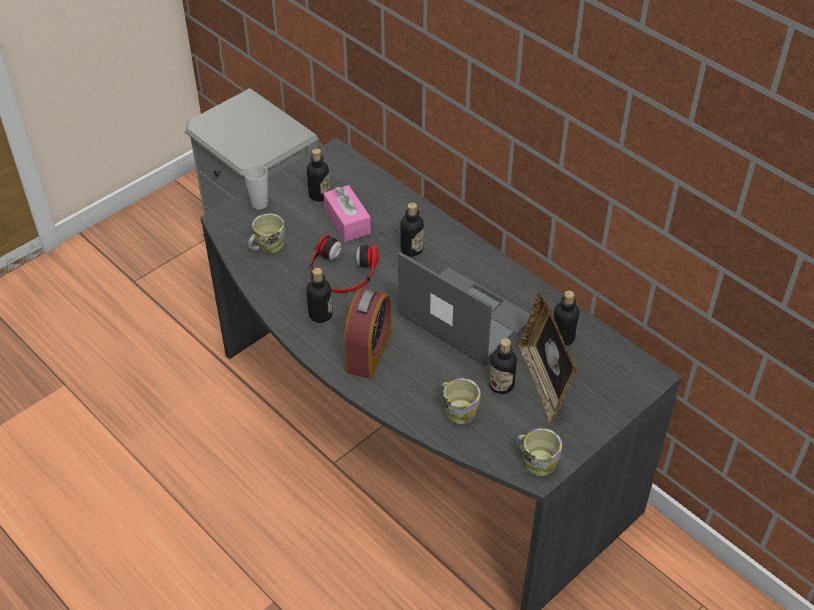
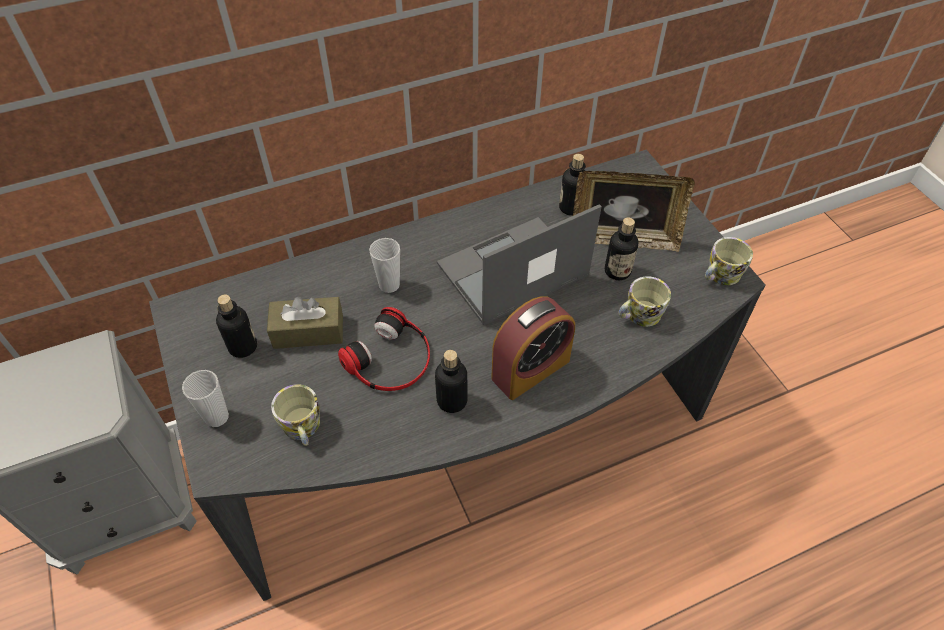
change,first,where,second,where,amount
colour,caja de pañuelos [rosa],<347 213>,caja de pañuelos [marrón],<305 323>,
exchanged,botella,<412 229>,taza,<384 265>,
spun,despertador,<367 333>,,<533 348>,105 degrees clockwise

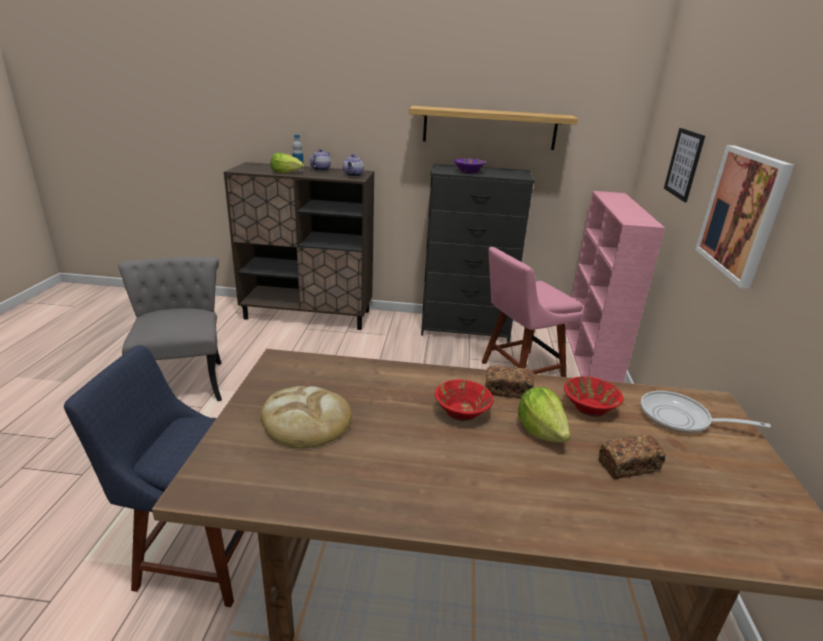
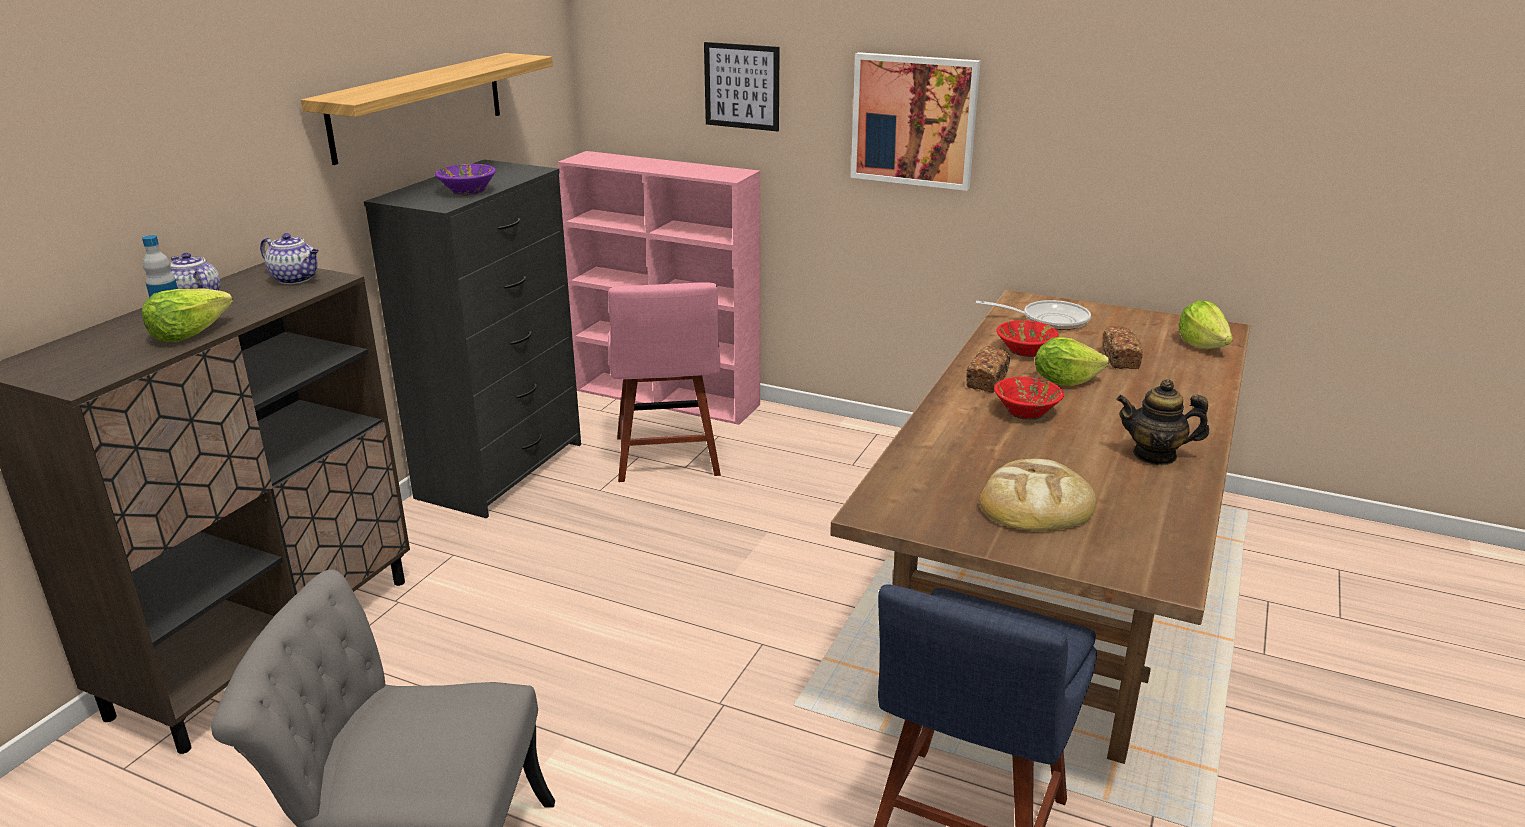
change,first,where,second,where,amount
spun,sartén,<706 412>,,<1033 315>,120 degrees counterclockwise
appeared,,,tetera,<1162 422>,
appeared,,,lechuga,<1206 324>,

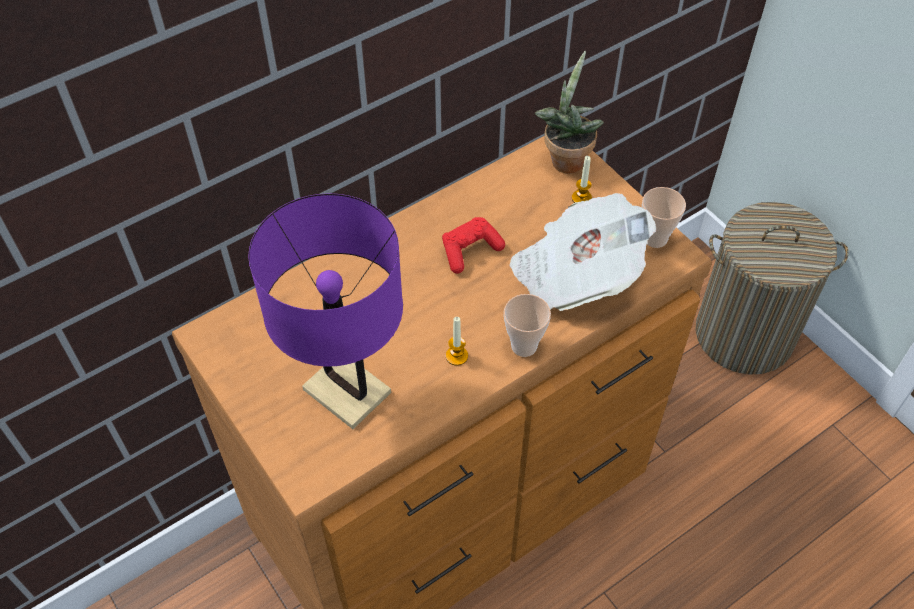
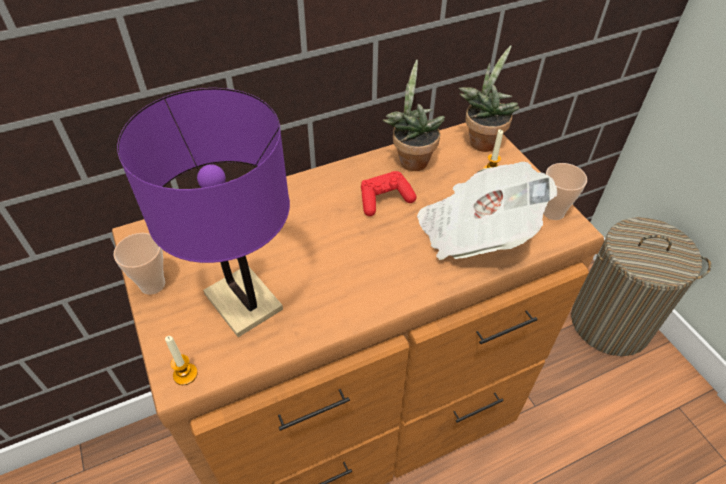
change,first,where,second,where,amount
relocated,taza,<527 325>,,<139 264>,
relocated,vela,<457 341>,,<181 360>,
appeared,,,planta en maceta,<414 115>,

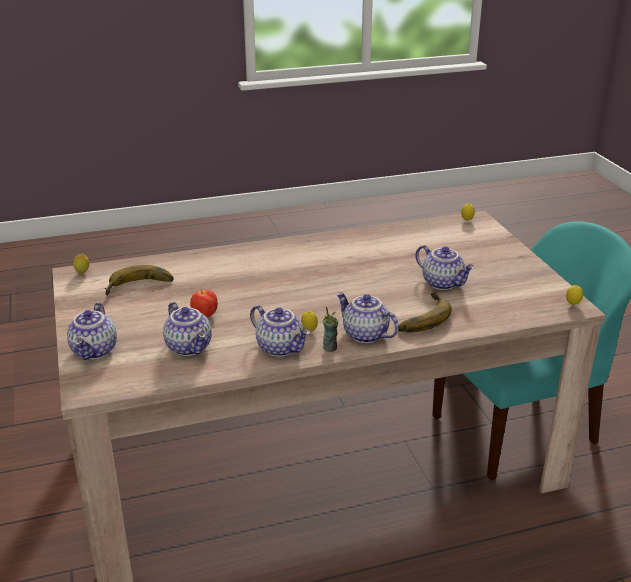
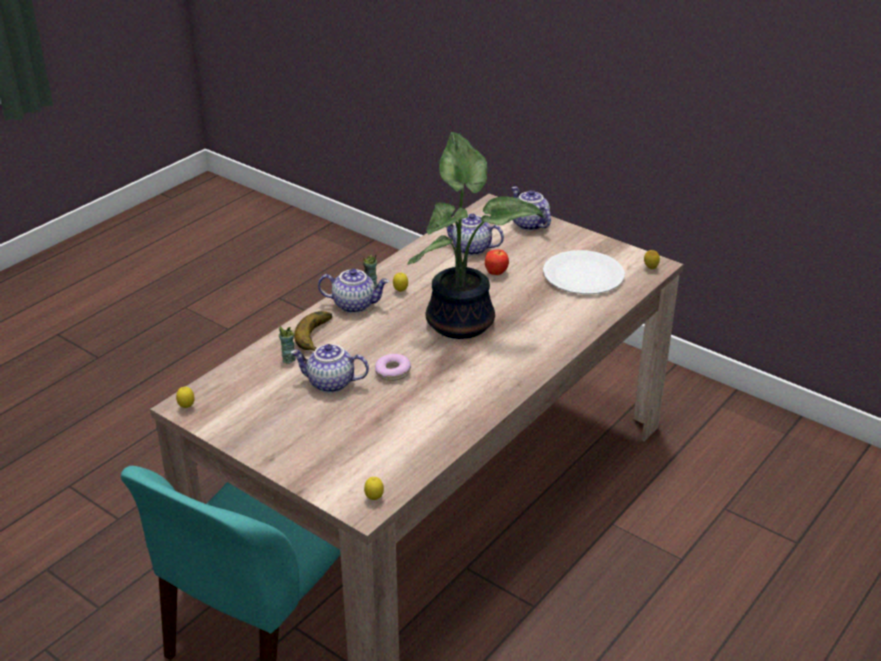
change,first,where,second,where,amount
appeared,,,taza,<287 345>,
appeared,,,rosquilla,<393 367>,
appeared,,,planta en maceta,<475 235>,
exchanged,plátano,<139 280>,plato [blanco],<584 272>,
missing,tetera,<280 331>,,,

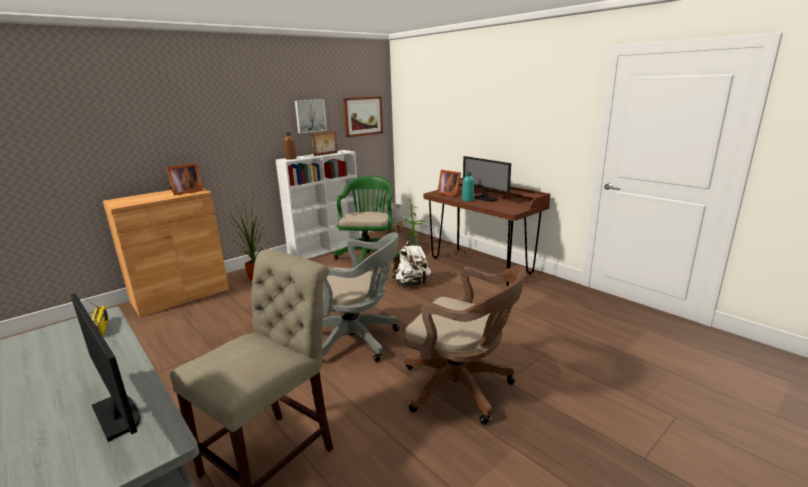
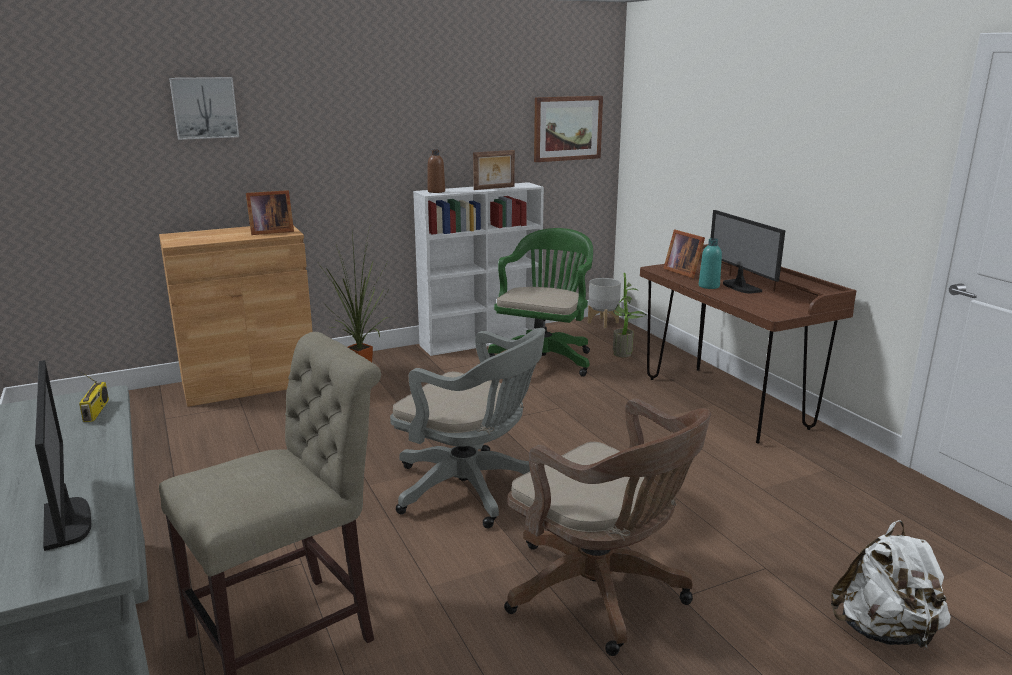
change,first,where,second,where,amount
relocated,cuadro,<311 116>,,<204 108>,
relocated,mochila [blanco],<411 263>,,<891 585>,

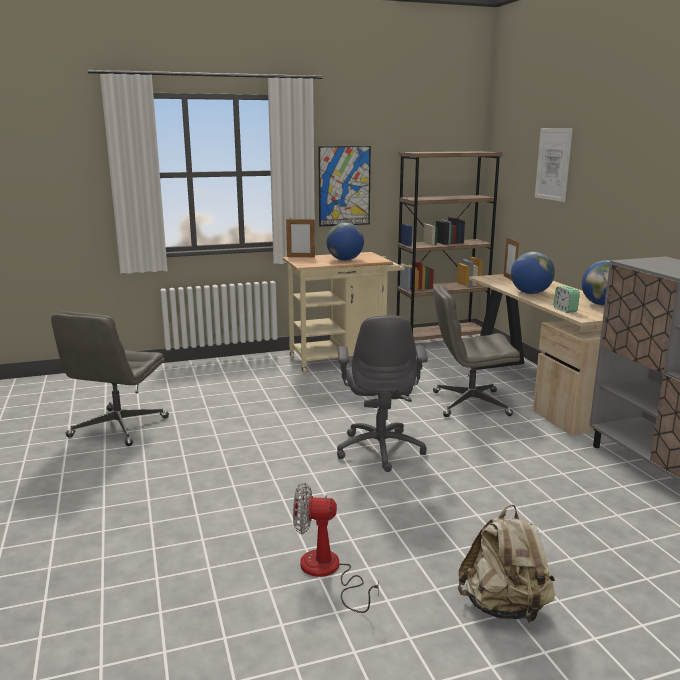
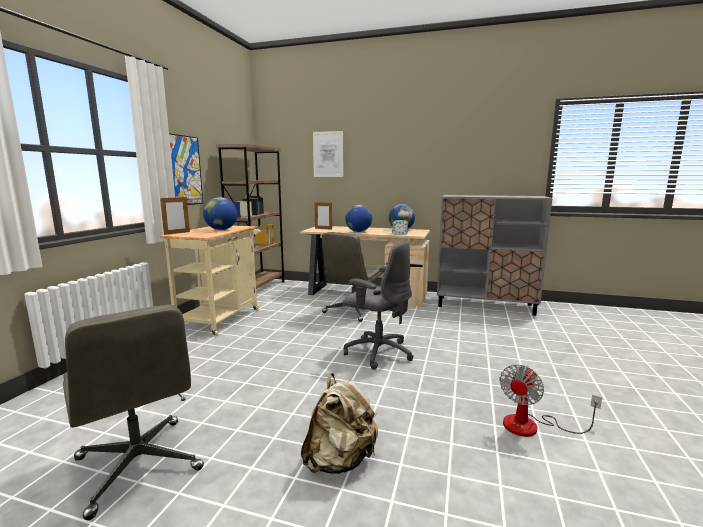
change,first,where,second,where,amount
relocated,mochila [beis],<506 563>,,<339 423>,

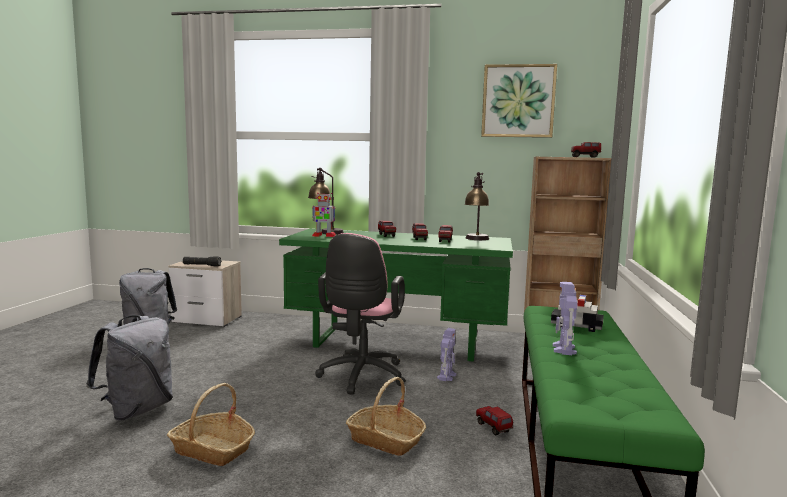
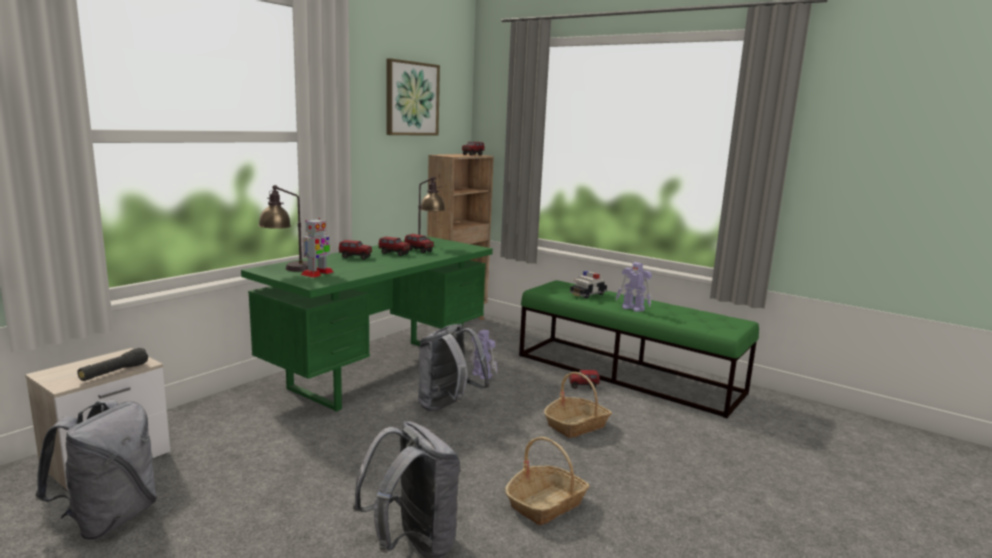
change,first,where,second,where,amount
exchanged,silla de oficina [rosa],<360 314>,mochila [gris],<454 367>,

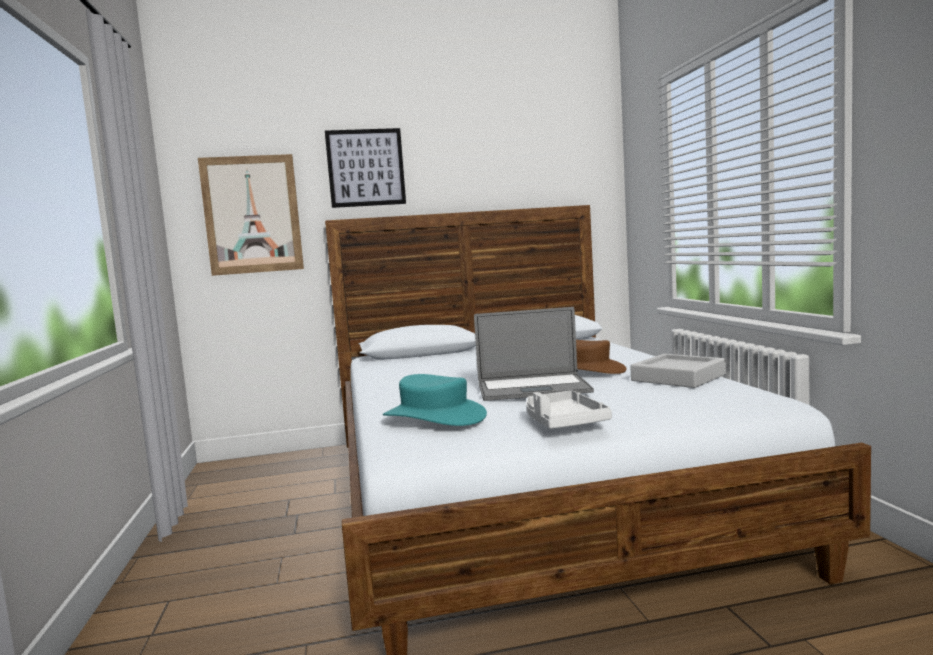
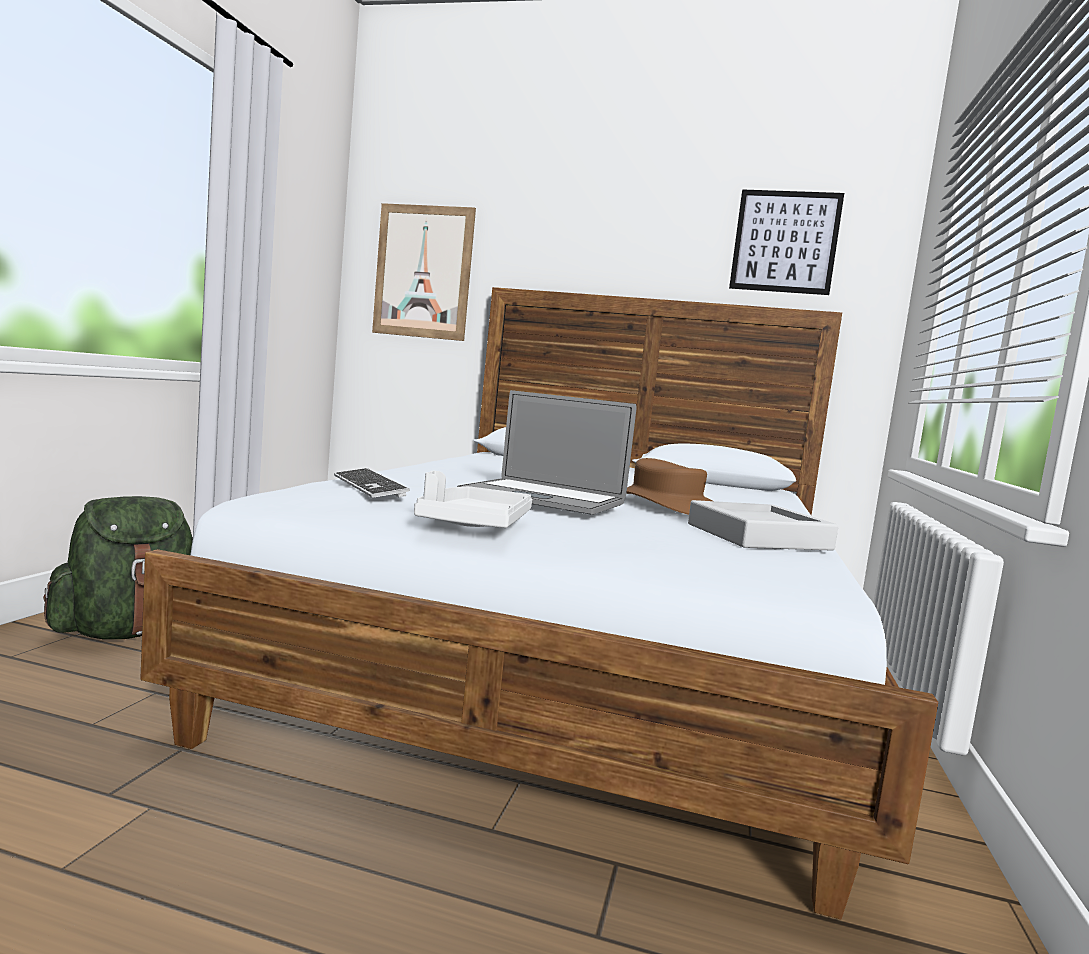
change,first,where,second,where,amount
appeared,,,mochila [verde],<118 567>,
exchanged,sombrero [turquesa],<435 400>,teclado,<372 483>,
relocated,cuadro,<365 168>,,<786 242>,

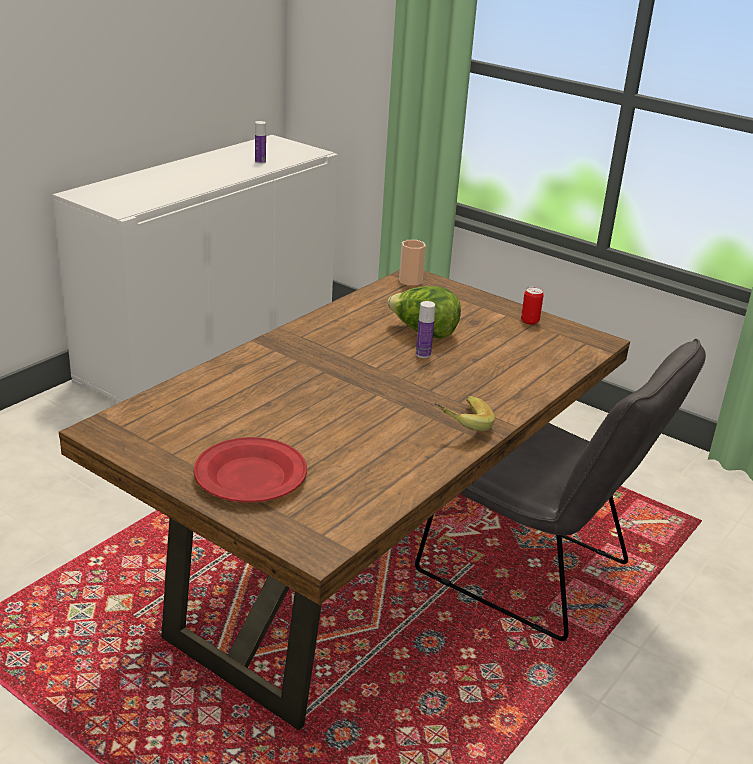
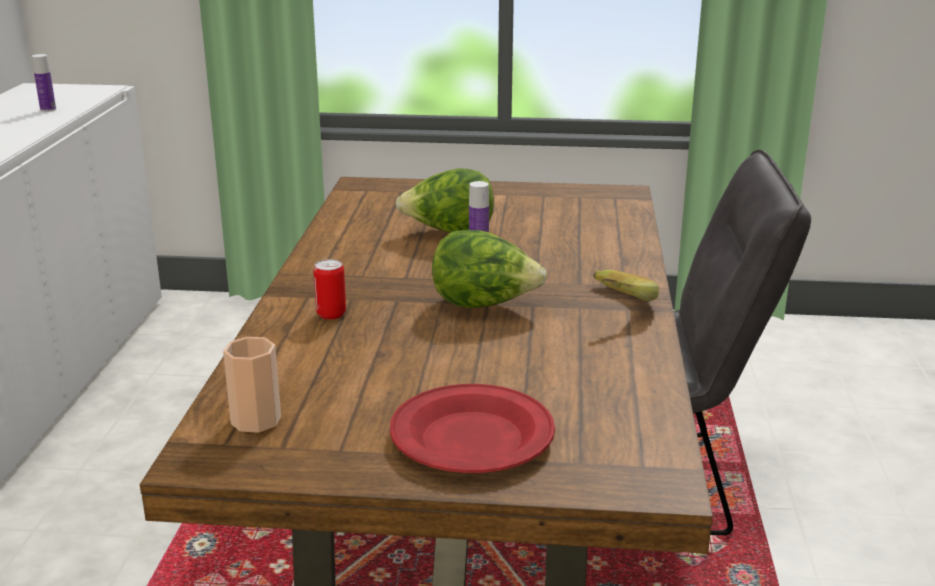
change,first,where,second,where,amount
relocated,taza,<412 263>,,<252 385>,
relocated,lata,<532 306>,,<330 289>,
appeared,,,lechuga,<489 269>,

